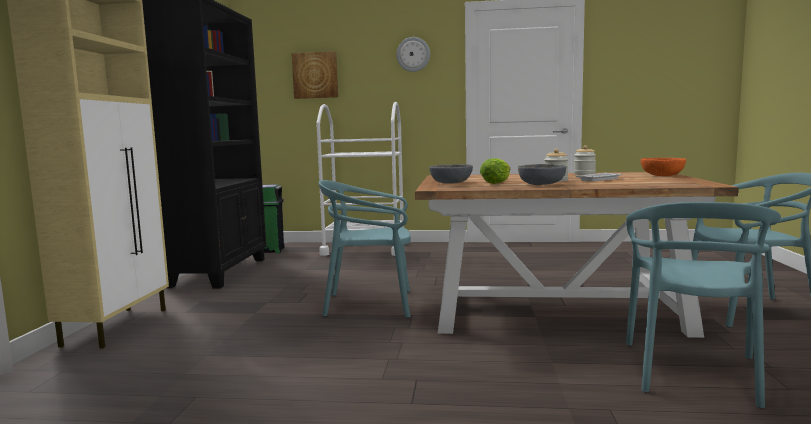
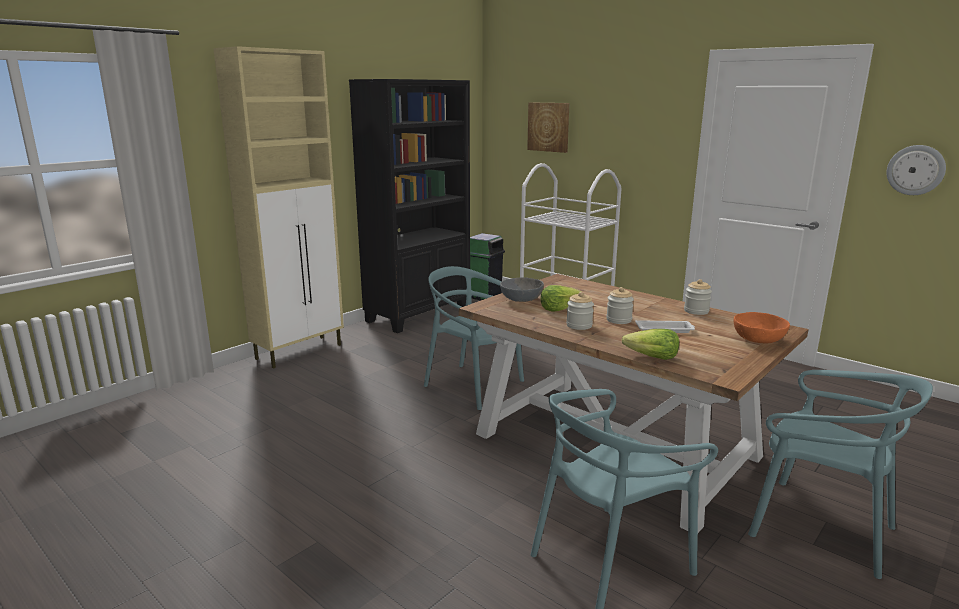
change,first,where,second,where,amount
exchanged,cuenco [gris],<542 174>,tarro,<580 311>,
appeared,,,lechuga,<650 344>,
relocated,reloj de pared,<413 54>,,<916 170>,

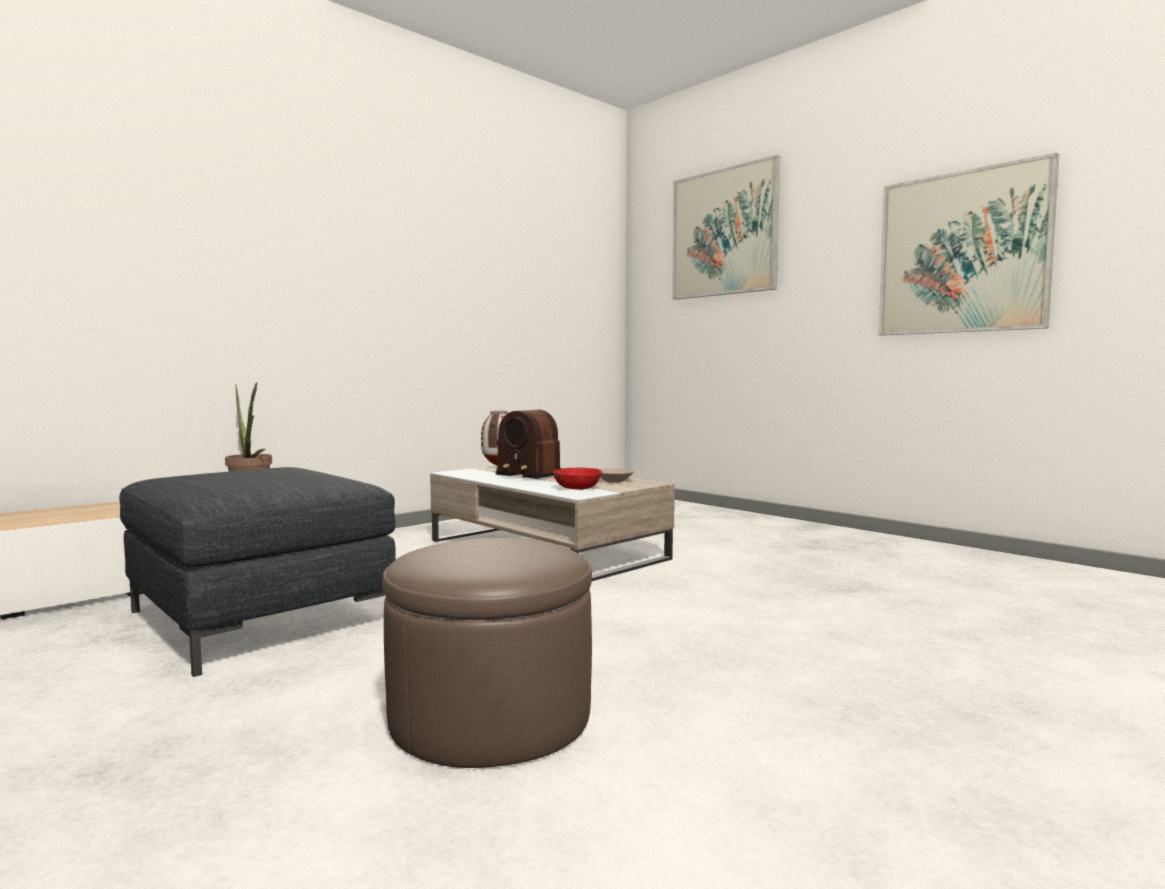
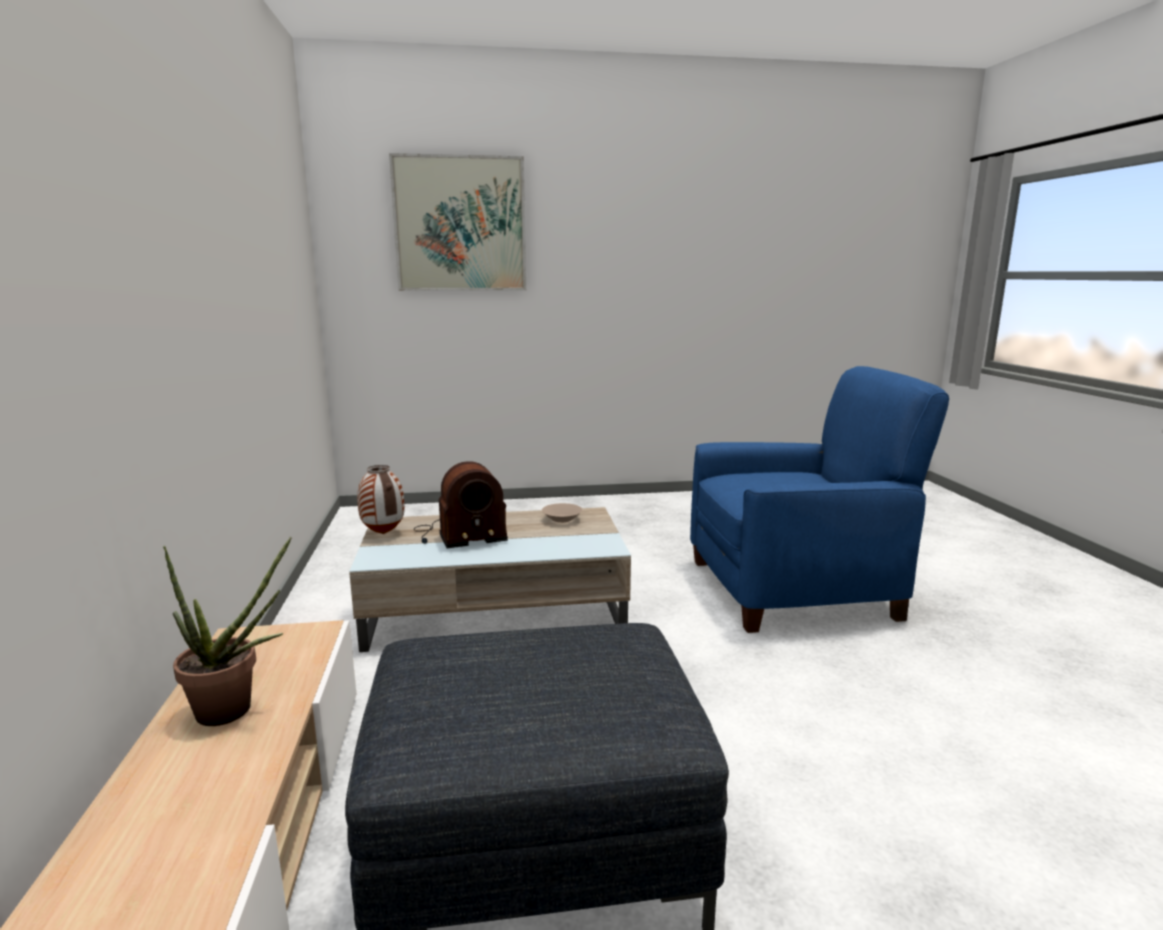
change,first,where,second,where,amount
appeared,,,sillón [azul],<819 499>,
missing,puf [marrón],<487 653>,,,
missing,cuenco [rojo],<577 479>,,,
missing,cuadro,<968 244>,,,

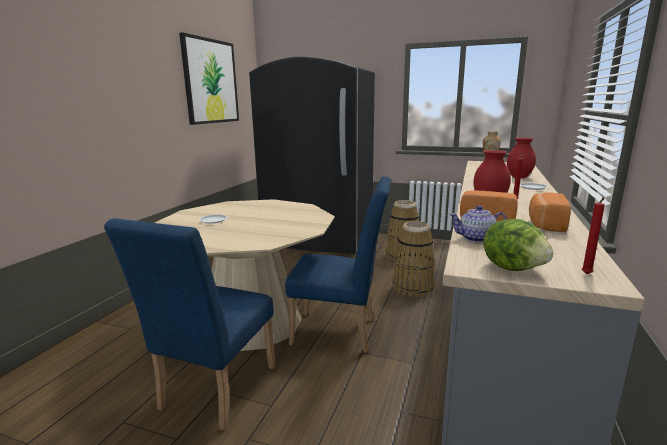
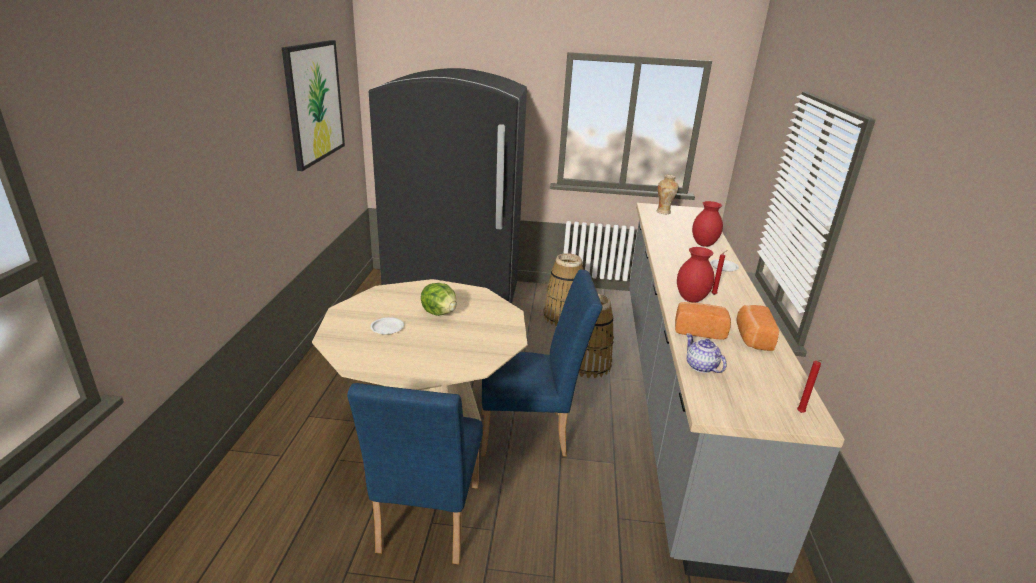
change,first,where,second,where,amount
relocated,lechuga,<518 245>,,<439 299>,
spun,tetera,<478 224>,,<706 353>,75 degrees clockwise

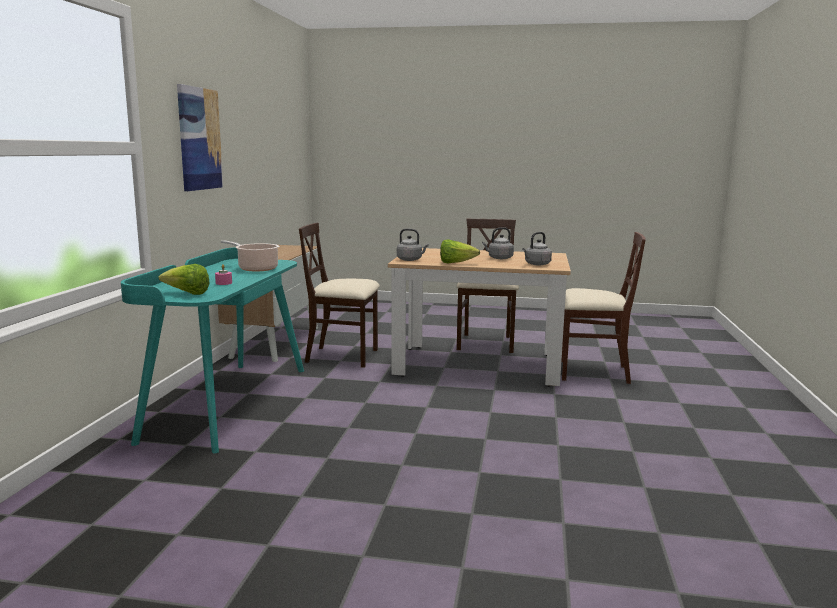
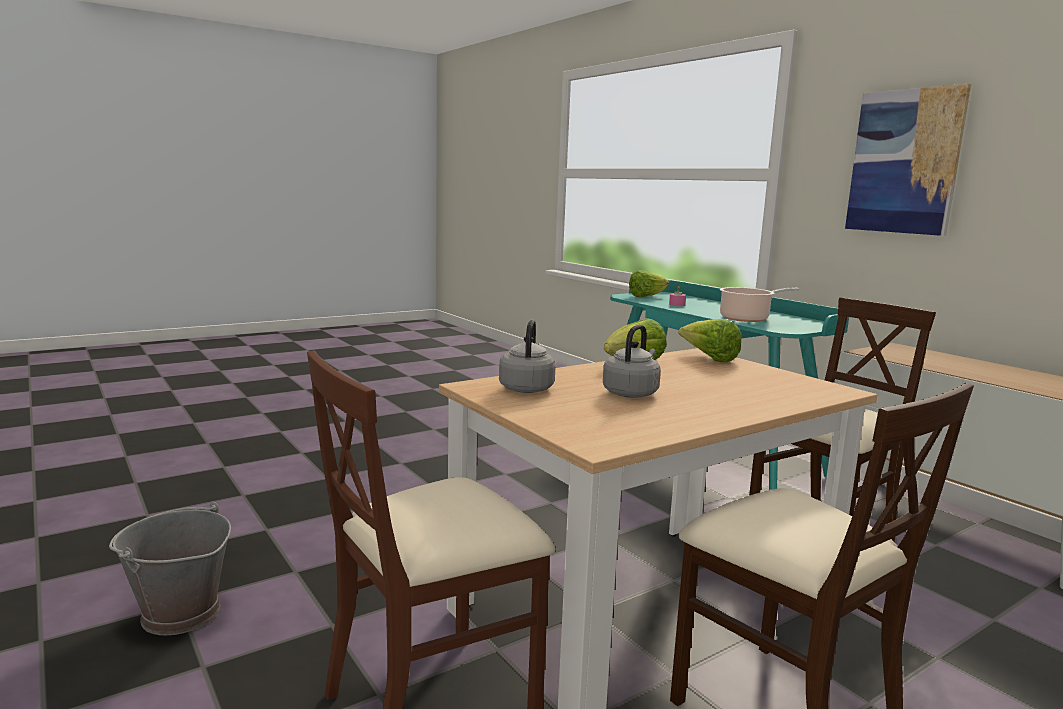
change,first,where,second,where,amount
appeared,,,cubo [gris],<170 568>,
exchanged,hervidor [gris],<413 245>,lechuga,<710 340>,

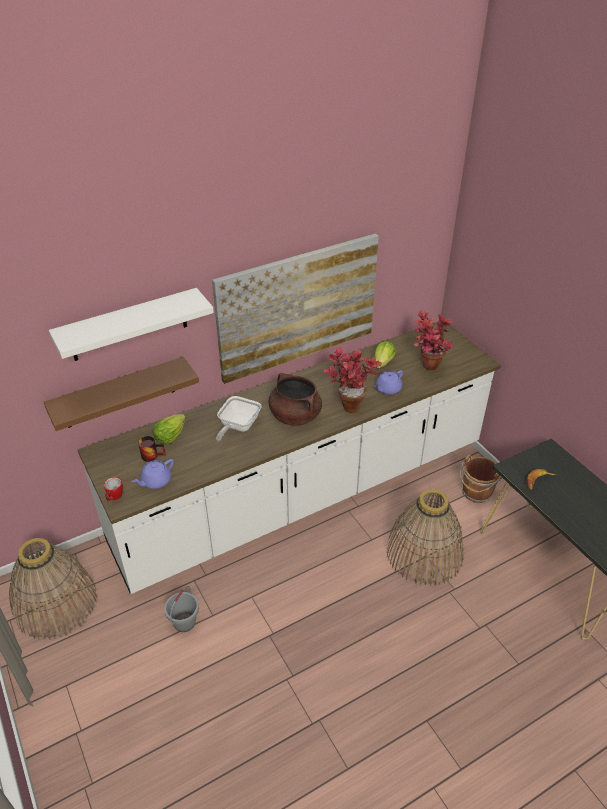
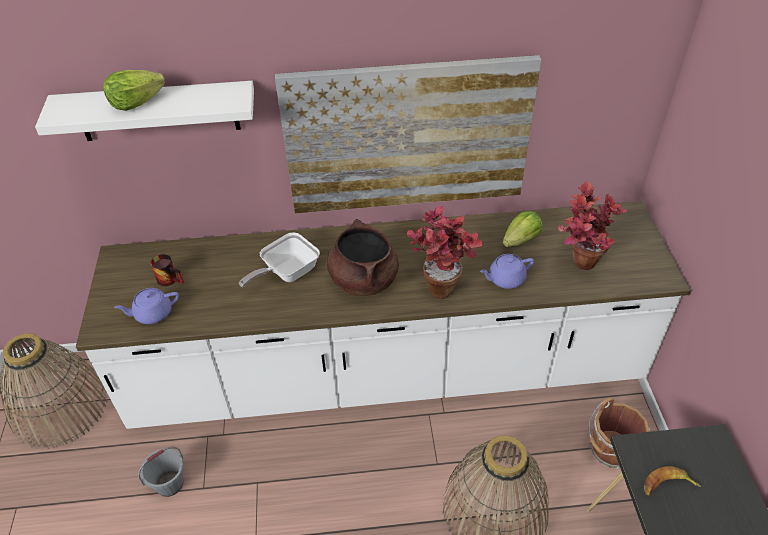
change,first,where,second,where,amount
relocated,lechuga,<169 429>,,<134 90>,
missing,estante [marrón],<121 394>,,,
missing,taza grande,<113 489>,,,

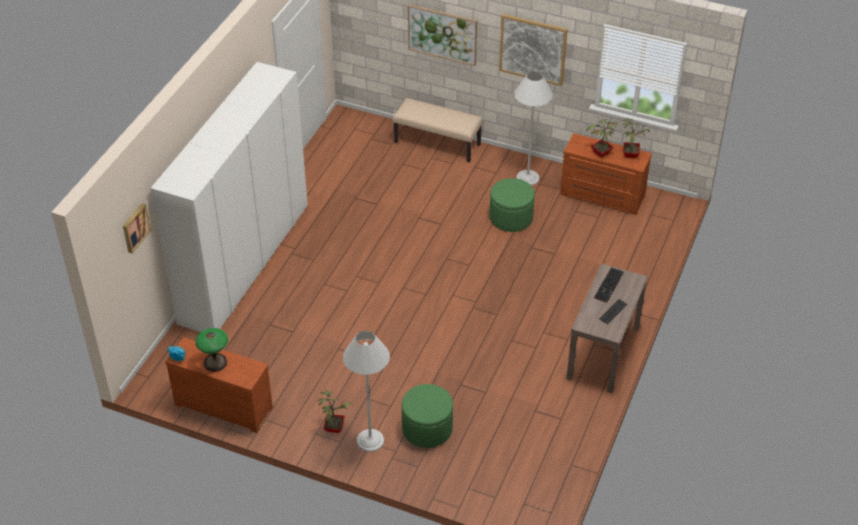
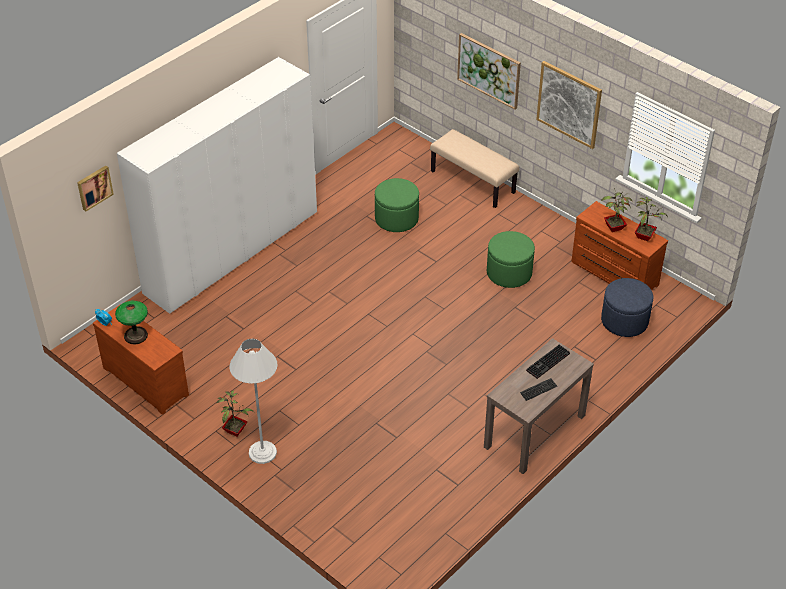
change,first,where,second,where,amount
relocated,puf [verde],<427 416>,,<397 205>,
appeared,,,puf [azul],<627 307>,
missing,lámpara de pie [blanco],<533 128>,,,

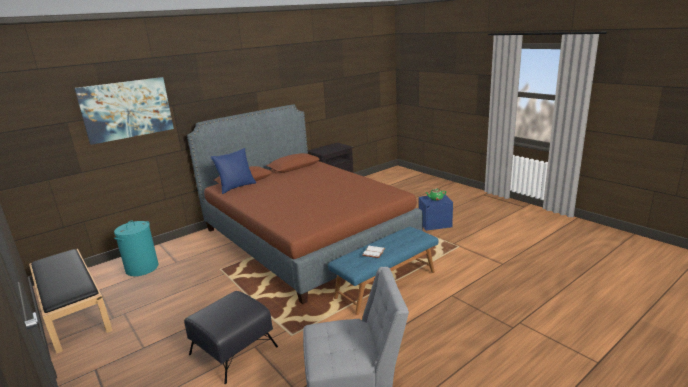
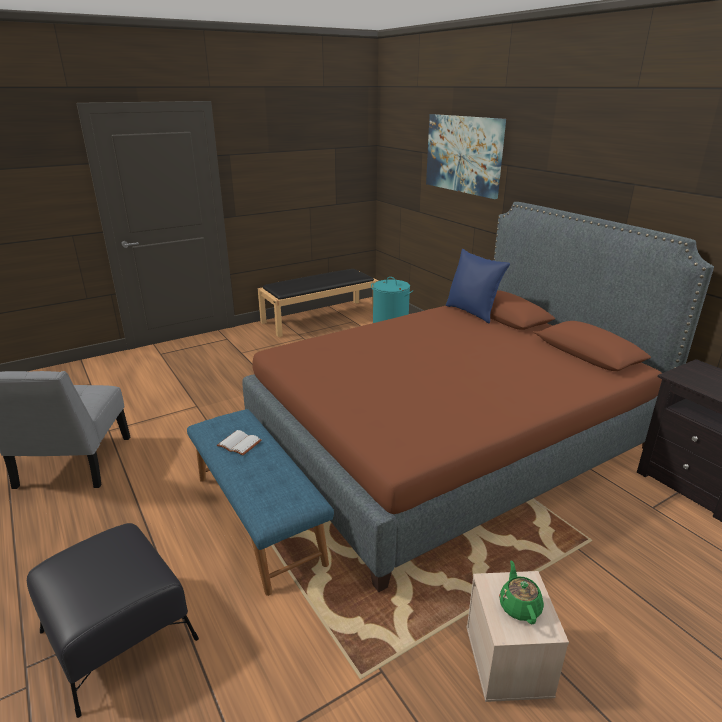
change,first,where,second,where,amount
relocated,puf [negro],<231 337>,,<113 620>,
colour,caja de almacenaje [azul],<436 212>,caja de almacenaje [beis],<517 636>,

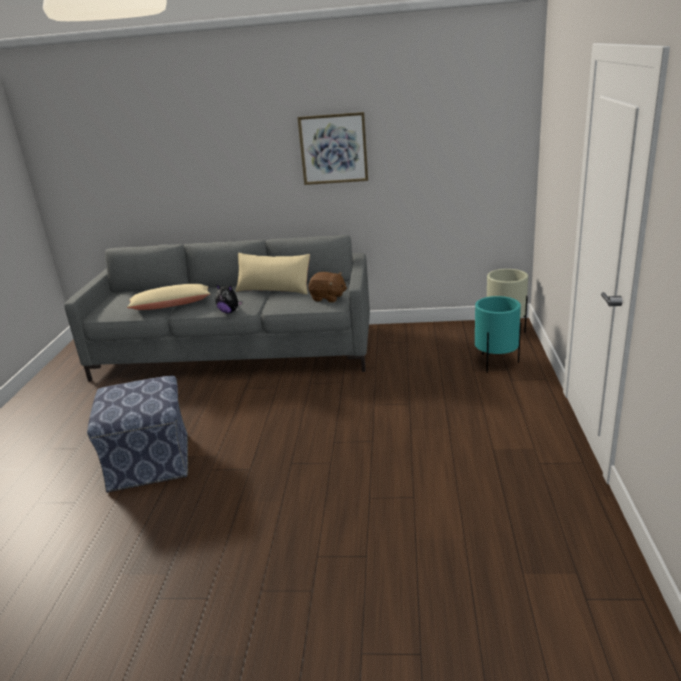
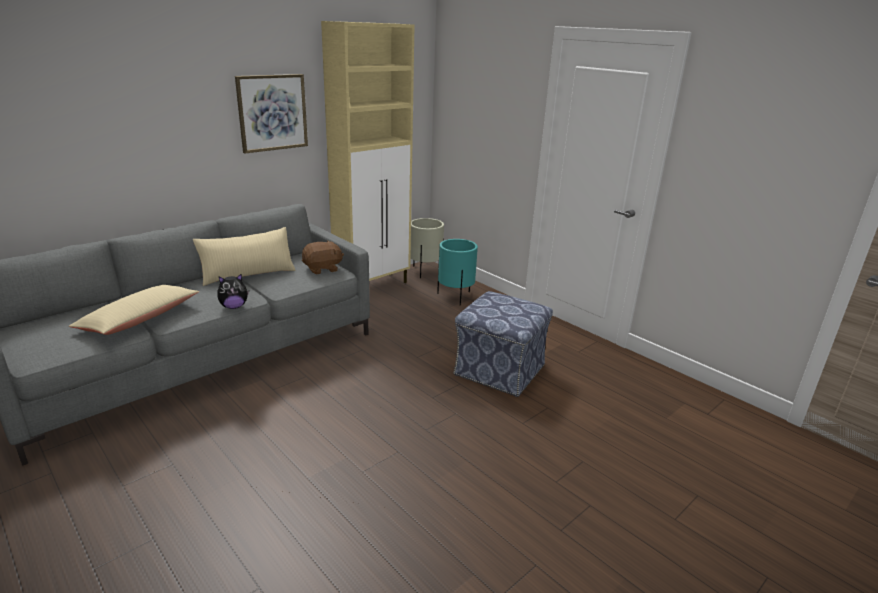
change,first,where,second,where,amount
appeared,,,armario [beis],<367 152>,
relocated,puf,<137 434>,,<503 344>,

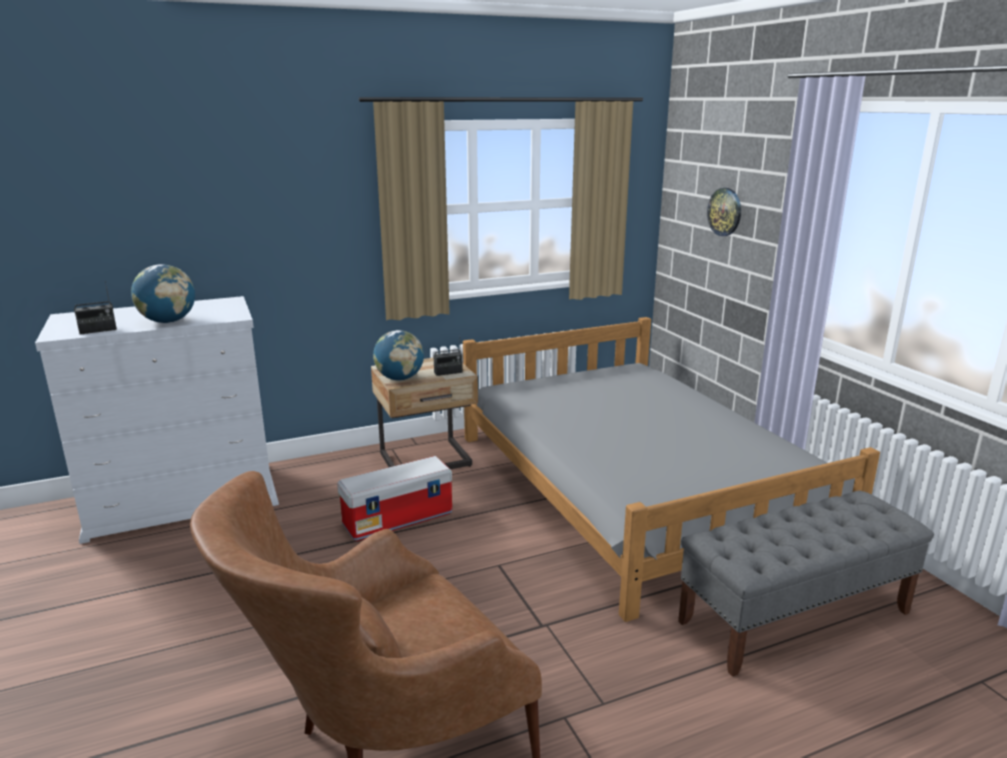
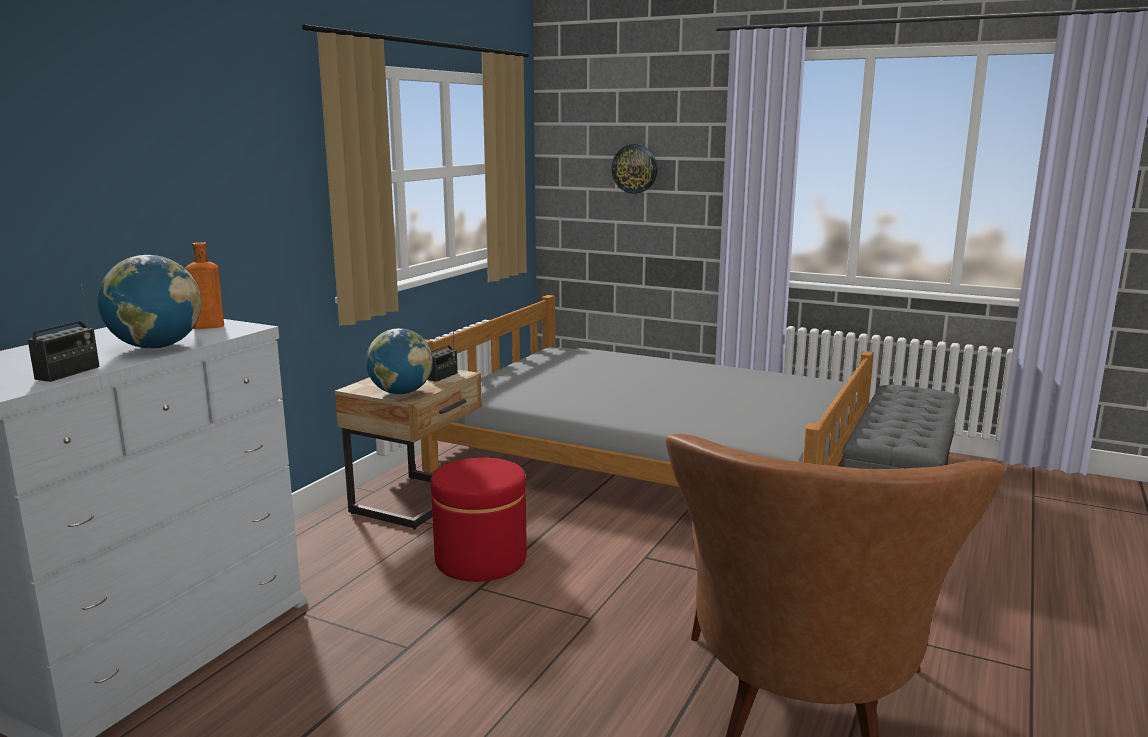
change,first,where,second,where,amount
appeared,,,botella [naranja],<204 285>,
exchanged,caja de almacenaje,<394 498>,puf [rojo],<479 519>,

